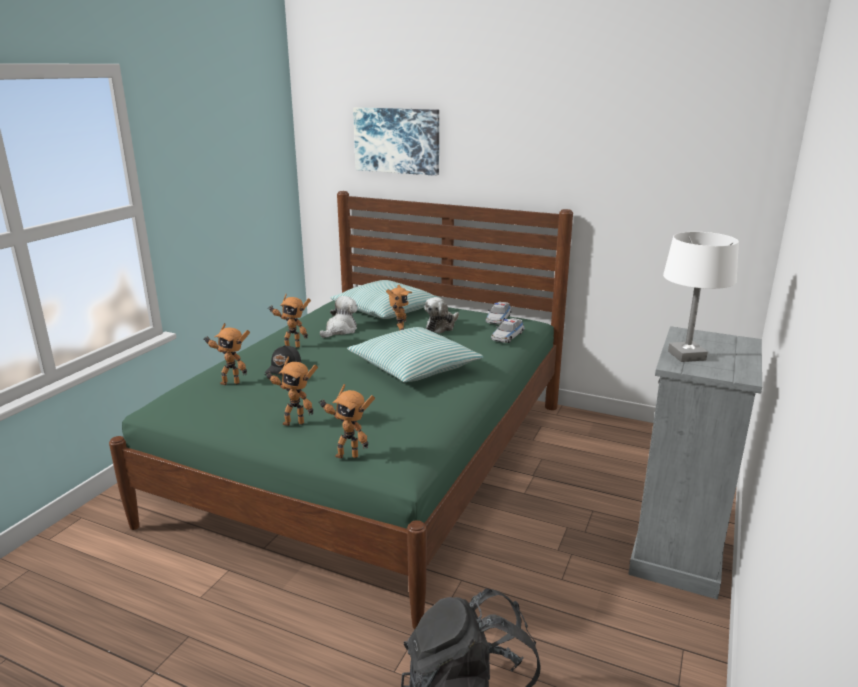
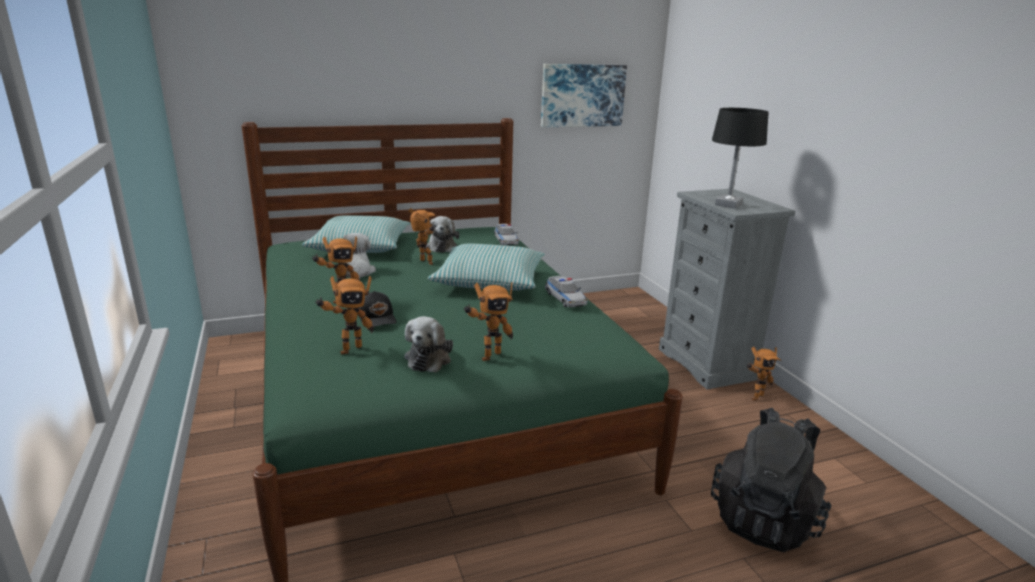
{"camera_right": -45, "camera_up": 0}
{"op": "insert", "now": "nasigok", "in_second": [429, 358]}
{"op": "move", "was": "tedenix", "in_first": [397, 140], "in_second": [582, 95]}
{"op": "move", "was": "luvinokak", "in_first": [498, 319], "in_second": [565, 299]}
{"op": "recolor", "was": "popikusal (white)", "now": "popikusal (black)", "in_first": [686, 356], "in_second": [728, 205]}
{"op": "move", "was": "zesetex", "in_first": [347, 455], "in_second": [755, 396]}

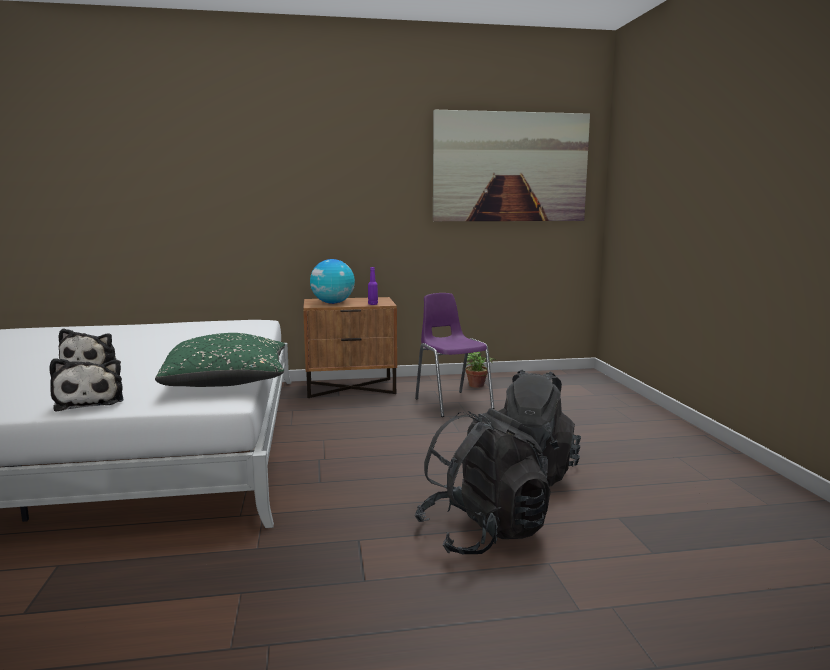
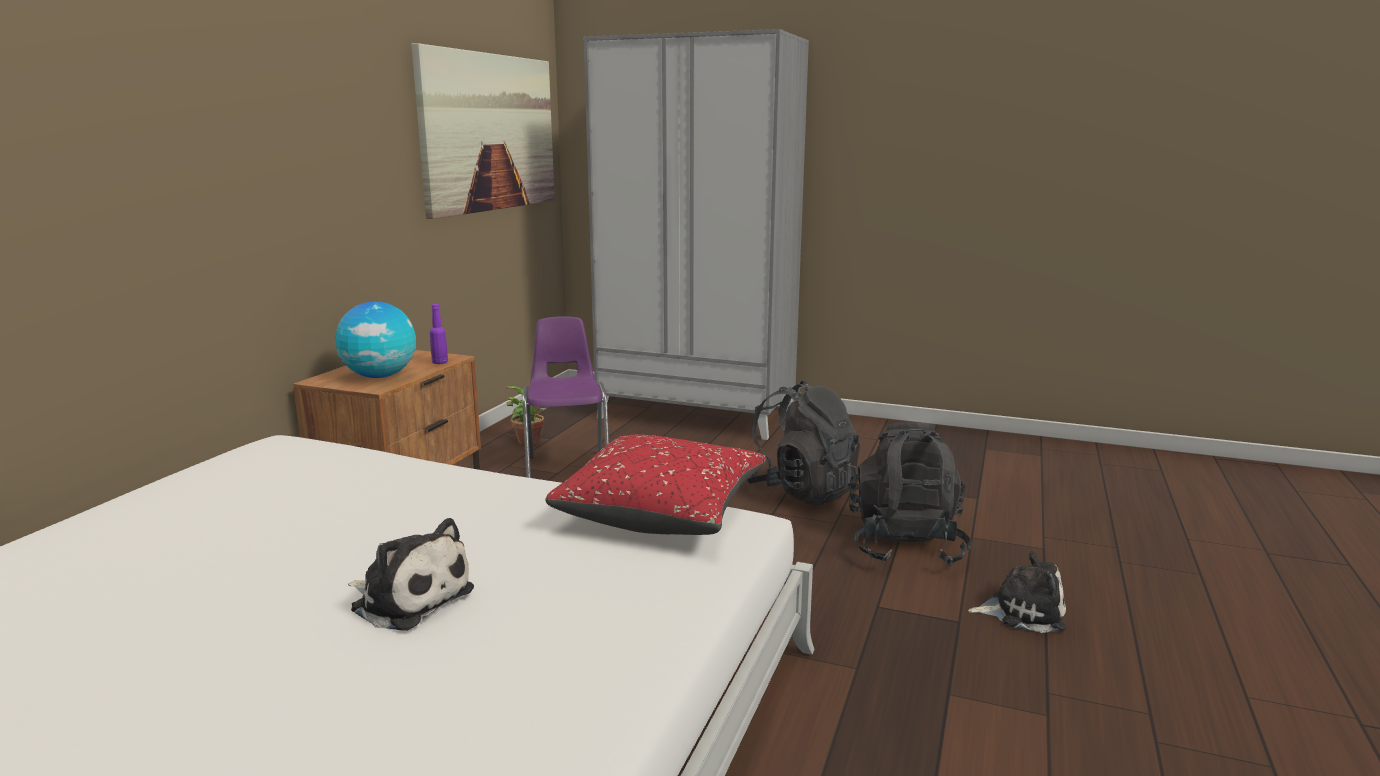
{"camera_right": -60, "camera_up": 5}
{"op": "rotate", "was": "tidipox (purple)", "in_first": [452, 403], "in_second": [568, 469], "clockwise": 75}
{"op": "recolor", "was": "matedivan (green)", "now": "matedivan (red)", "in_first": [228, 382], "in_second": [662, 511]}
{"op": "insert", "now": "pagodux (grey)", "in_second": [698, 414]}
{"op": "move", "was": "nasigok", "in_first": [90, 401], "in_second": [1022, 612]}

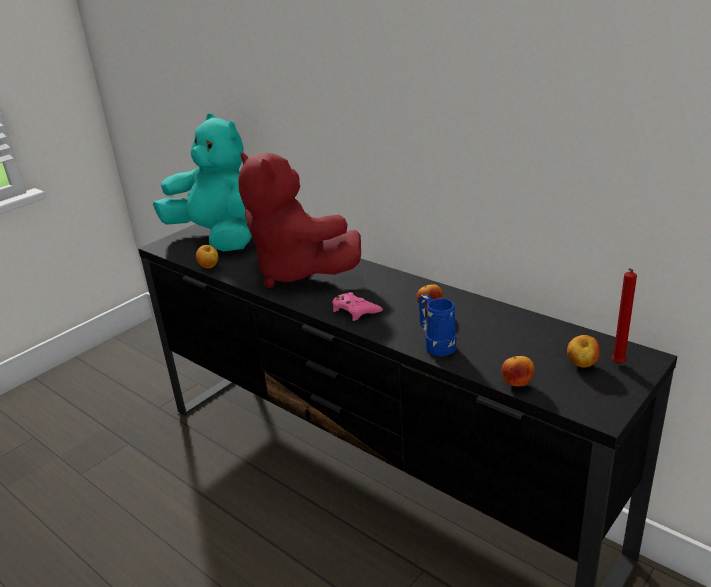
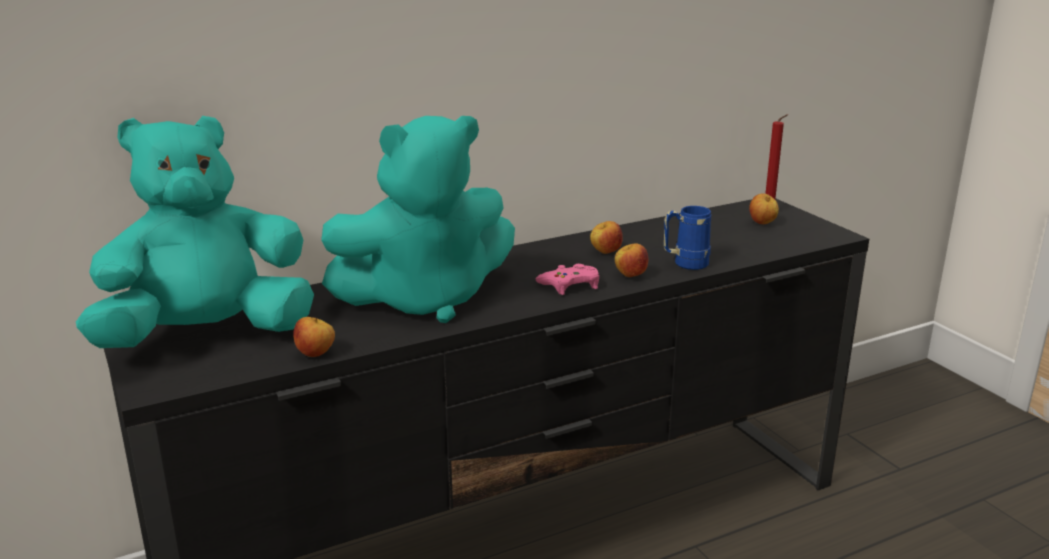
{"camera_right": -70, "camera_up": -5}
{"op": "recolor", "was": "nasigok (red)", "now": "nasigok (turquoise)", "in_first": [297, 272], "in_second": [425, 299]}
{"op": "move", "was": "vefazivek", "in_first": [517, 384], "in_second": [630, 276]}

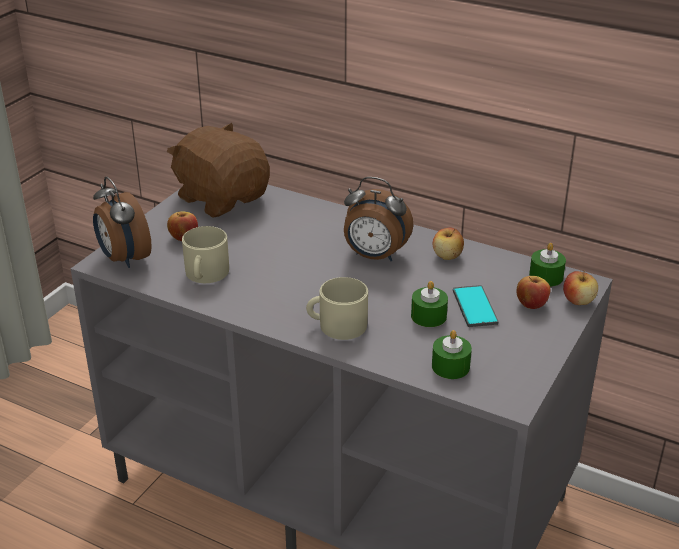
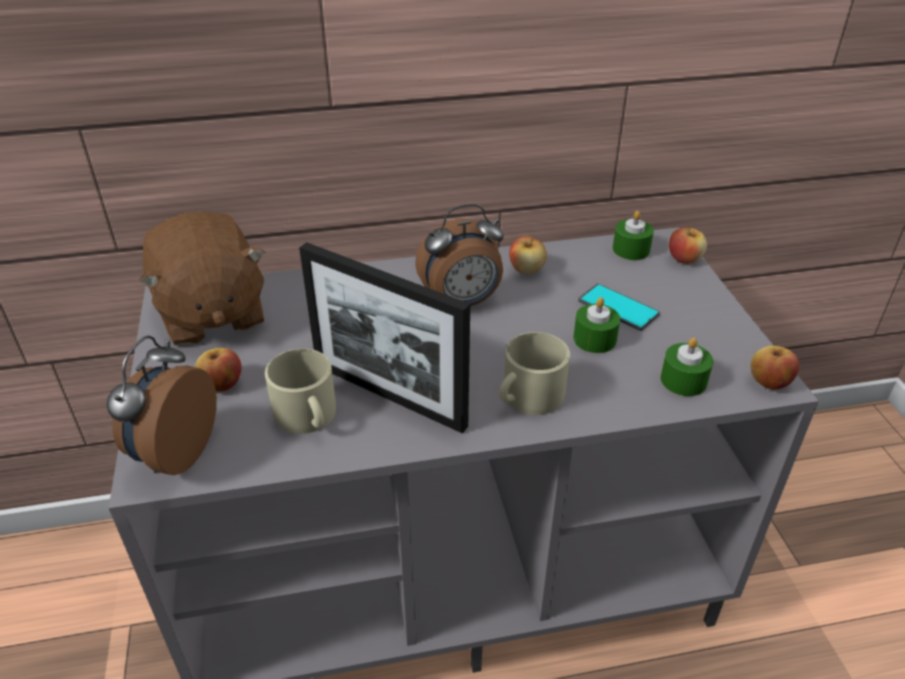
{"camera_right": -40, "camera_up": 5}
{"op": "rotate", "was": "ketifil", "in_first": [123, 259], "in_second": [174, 453], "clockwise": 90}
{"op": "rotate", "was": "nasigok (brown)", "in_first": [222, 198], "in_second": [210, 314], "clockwise": -120}
{"op": "insert", "now": "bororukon", "in_second": [388, 395]}
{"op": "move", "was": "vefazivek", "in_first": [531, 304], "in_second": [769, 382]}

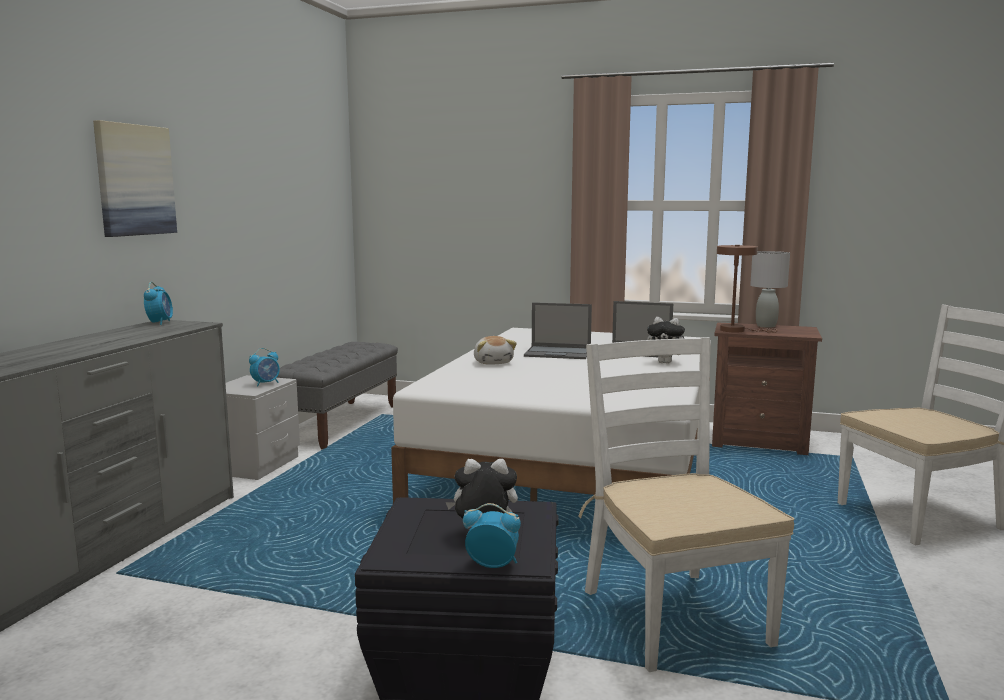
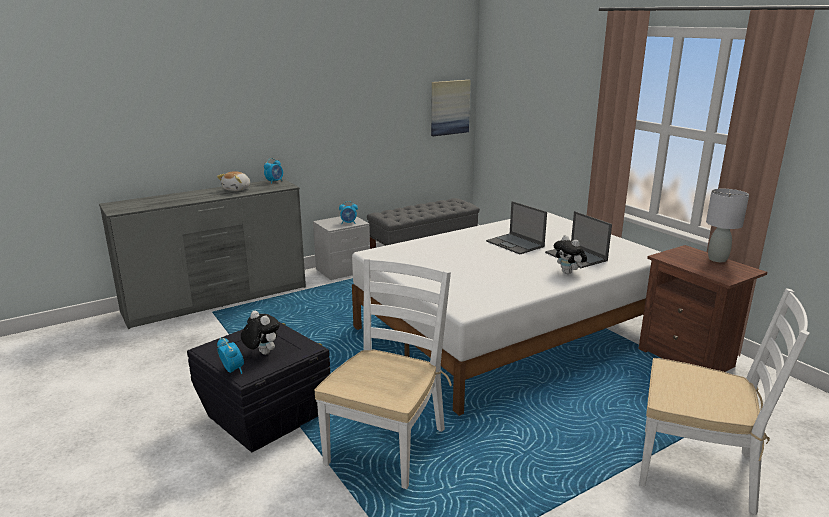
{"camera_right": 40, "camera_up": 10}
{"op": "move", "was": "nasigok", "in_first": [493, 362], "in_second": [237, 189]}
{"op": "move", "was": "tedenix", "in_first": [134, 180], "in_second": [449, 107]}
{"op": "delete", "was": "popikusal (brown)", "in_first": [737, 330]}

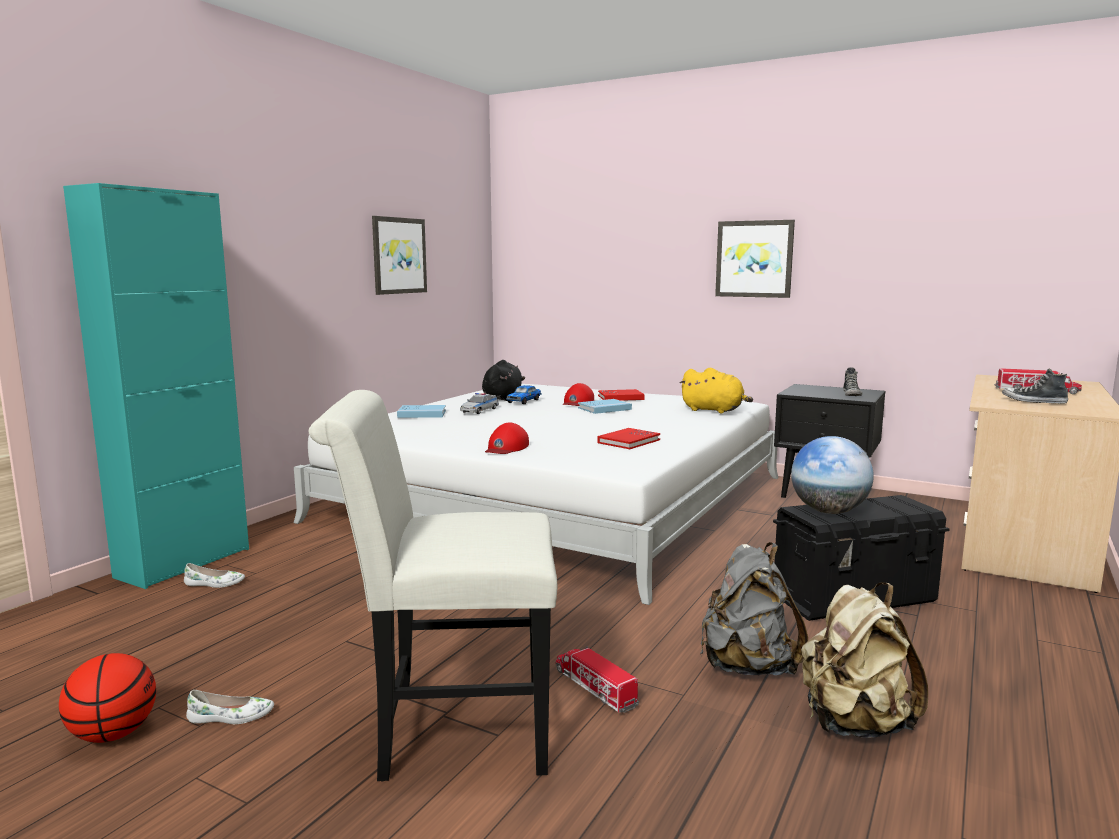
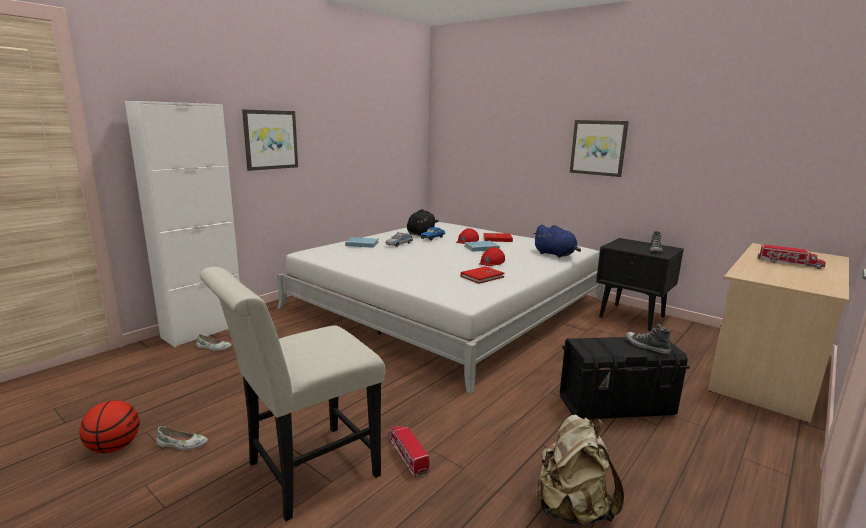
{"camera_right": 10, "camera_up": 5}
{"op": "recolor", "was": "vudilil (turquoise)", "now": "vudilil (white)", "in_first": [184, 563], "in_second": [203, 331]}
{"op": "rotate", "was": "tidipox (white)", "in_first": [450, 730], "in_second": [304, 473], "clockwise": -45}
{"op": "move", "was": "tedenix", "in_first": [398, 255], "in_second": [270, 139]}
{"op": "move", "was": "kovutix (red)", "in_first": [506, 448], "in_second": [491, 262]}
{"op": "recolor", "was": "nasigok (yellow)", "now": "nasigok (blue)", "in_first": [714, 410], "in_second": [556, 254]}
{"op": "move", "was": "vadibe", "in_first": [1033, 401], "in_second": [646, 346]}
{"op": "delete", "was": "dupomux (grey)", "in_first": [747, 666]}
{"op": "delete", "was": "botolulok", "in_first": [829, 511]}

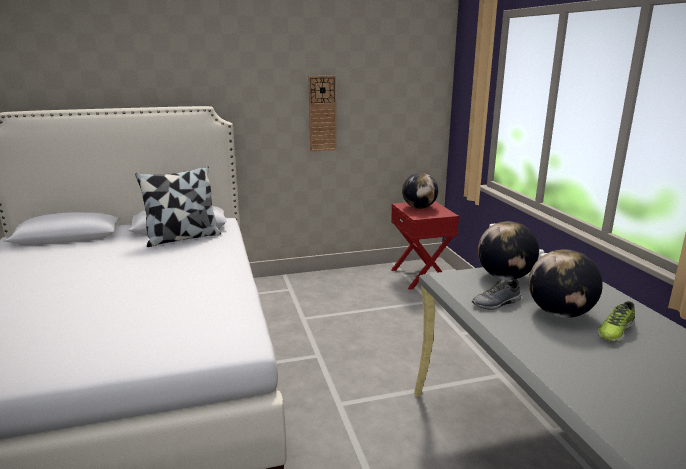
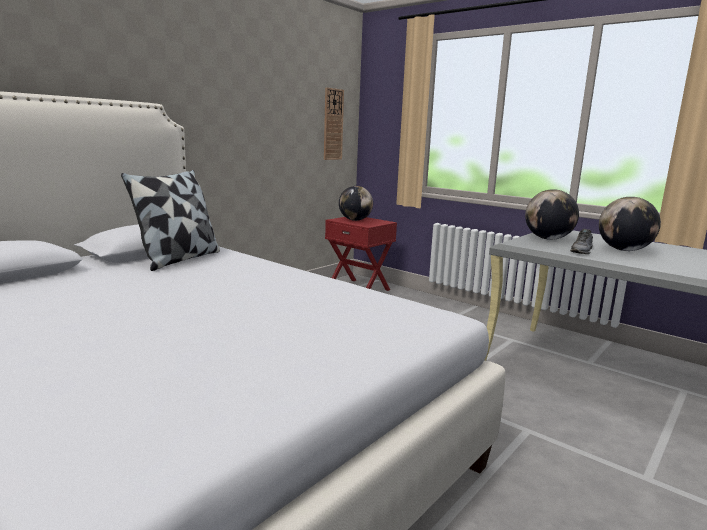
{"camera_right": -35, "camera_up": -5}
{"op": "move", "was": "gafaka", "in_first": [322, 113], "in_second": [333, 124]}
{"op": "delete", "was": "vadibe", "in_first": [614, 331]}

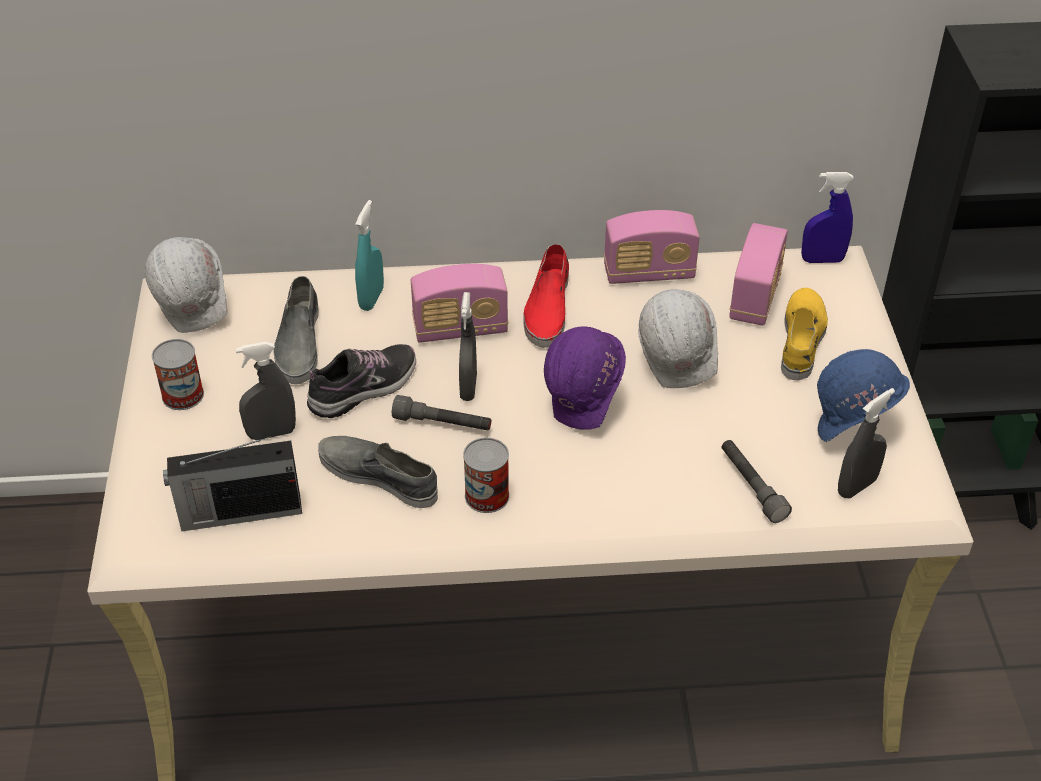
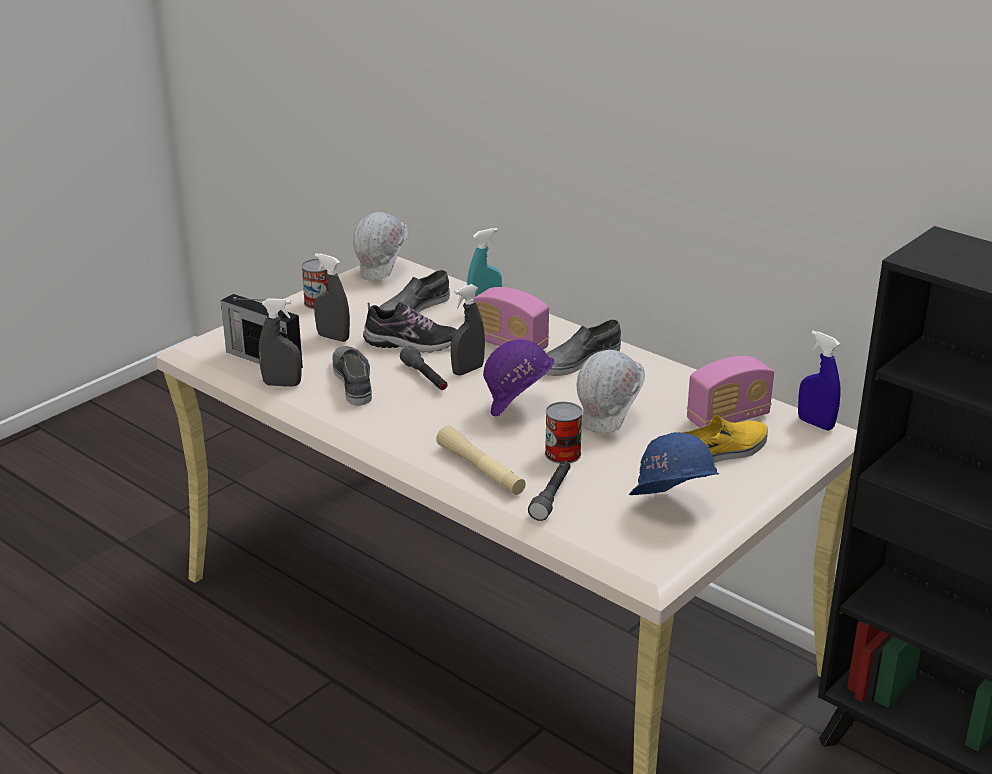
{"camera_right": 45, "camera_up": -15}
{"op": "move", "was": "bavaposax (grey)", "in_first": [856, 486], "in_second": [282, 384]}
{"op": "insert", "now": "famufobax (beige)", "in_second": [481, 470]}
{"op": "recolor", "was": "vadibe (red)", "now": "vadibe (grey)", "in_first": [547, 309], "in_second": [578, 360]}
{"op": "move", "was": "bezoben", "in_first": [487, 496], "in_second": [562, 454]}
{"op": "delete", "was": "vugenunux", "in_first": [649, 273]}

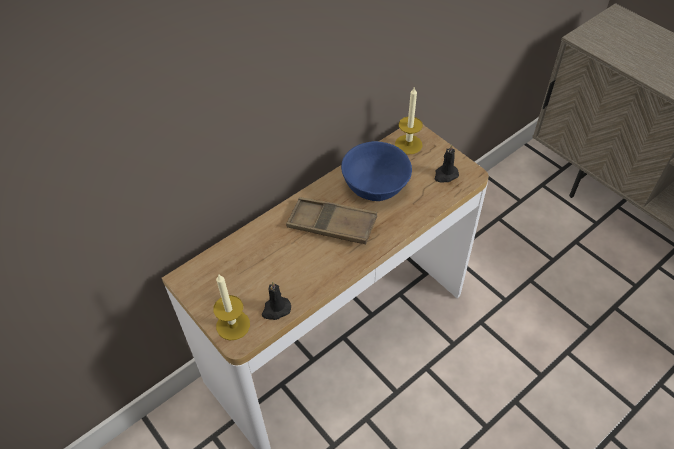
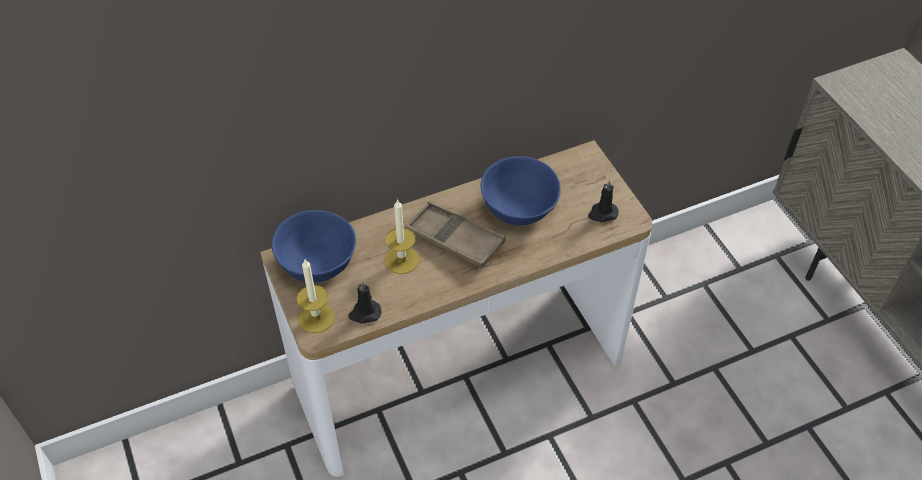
{"camera_right": 15, "camera_up": 0}
{"op": "insert", "now": "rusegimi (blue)", "in_second": [317, 261]}
{"op": "move", "was": "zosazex", "in_first": [408, 144], "in_second": [402, 260]}

